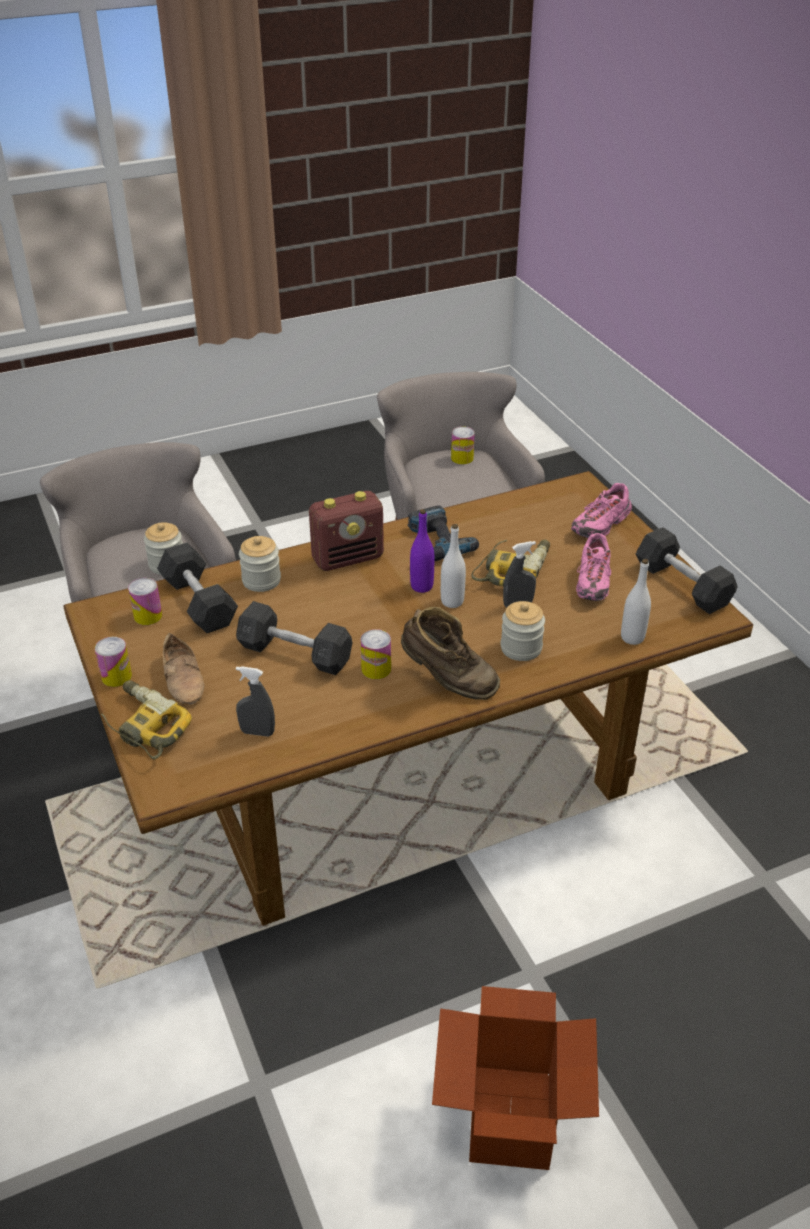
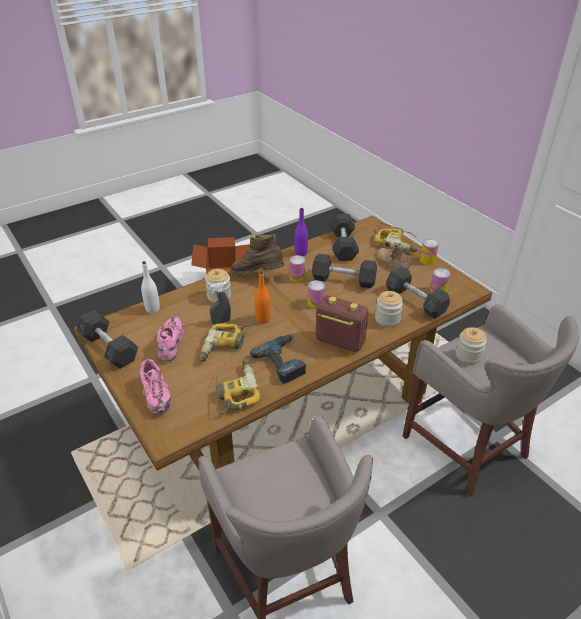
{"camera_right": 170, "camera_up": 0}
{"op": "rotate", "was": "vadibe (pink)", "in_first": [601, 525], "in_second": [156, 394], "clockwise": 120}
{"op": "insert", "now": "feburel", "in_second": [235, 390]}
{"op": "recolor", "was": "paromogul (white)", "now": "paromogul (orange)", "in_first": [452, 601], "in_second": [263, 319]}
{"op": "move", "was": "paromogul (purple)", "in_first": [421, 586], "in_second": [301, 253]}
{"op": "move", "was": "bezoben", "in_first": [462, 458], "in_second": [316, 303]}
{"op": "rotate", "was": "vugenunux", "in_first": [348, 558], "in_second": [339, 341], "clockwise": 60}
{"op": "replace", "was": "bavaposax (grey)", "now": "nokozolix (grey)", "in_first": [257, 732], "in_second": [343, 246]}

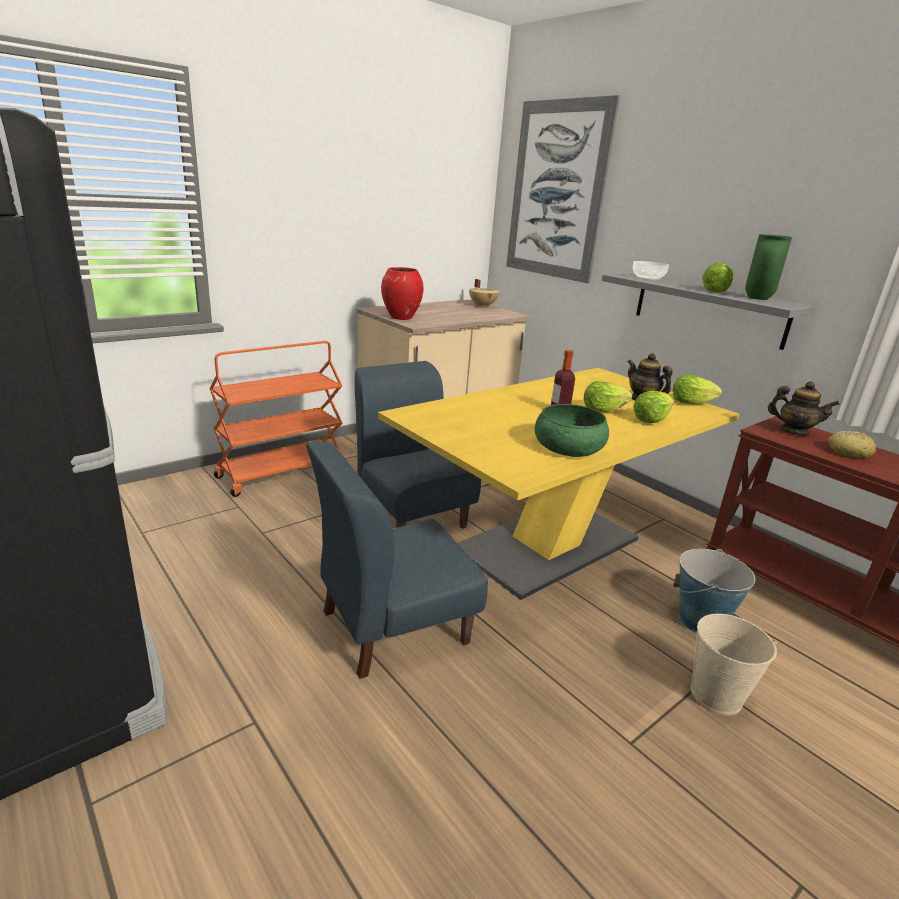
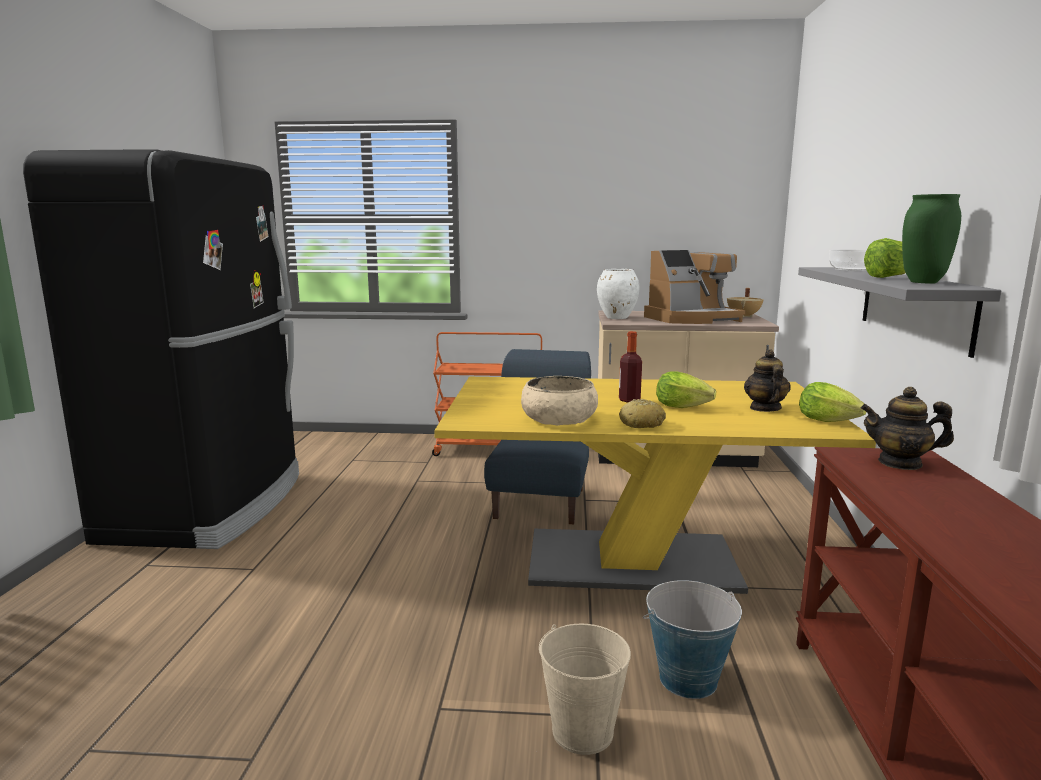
{"camera_right": 45, "camera_up": -10}
{"op": "recolor", "was": "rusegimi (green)", "now": "rusegimi (beige)", "in_first": [568, 447], "in_second": [559, 419]}
{"op": "recolor", "was": "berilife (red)", "now": "berilife (white)", "in_first": [401, 318], "in_second": [617, 318]}
{"op": "move", "was": "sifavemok", "in_first": [848, 452], "in_second": [641, 424]}
{"op": "insert", "now": "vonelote", "in_second": [692, 319]}
{"op": "rotate", "was": "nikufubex", "in_first": [794, 431], "in_second": [900, 463], "clockwise": 120}
{"op": "delete", "was": "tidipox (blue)", "in_first": [393, 626]}
{"op": "delete", "was": "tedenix", "in_first": [557, 191]}
{"op": "delete", "was": "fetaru", "in_first": [650, 420]}

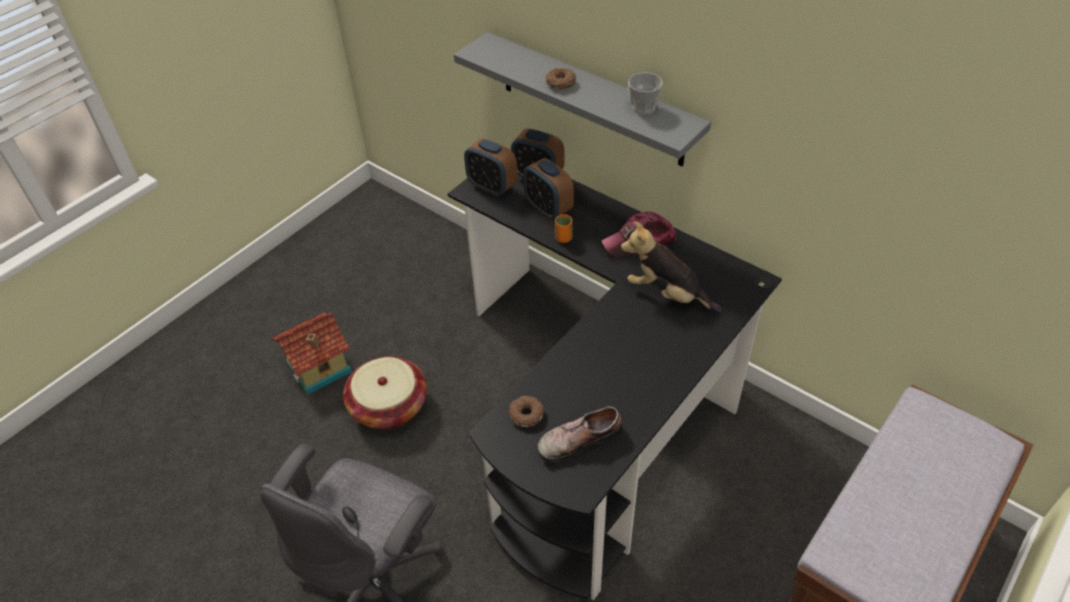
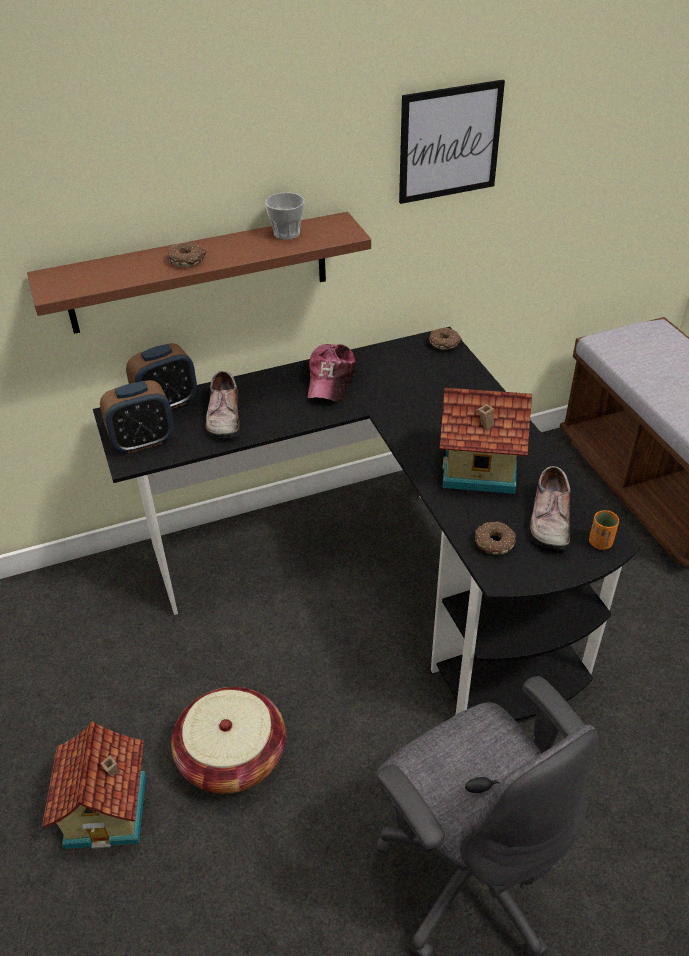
{"camera_right": -60, "camera_up": -5}
{"op": "recolor", "was": "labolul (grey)", "now": "labolul (brown)", "in_first": [591, 100], "in_second": [199, 273]}
{"op": "replace", "was": "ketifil", "now": "vadibe", "in_first": [548, 208], "in_second": [222, 416]}
{"op": "insert", "now": "tedenix", "in_second": [449, 142]}
{"op": "insert", "now": "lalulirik", "in_second": [445, 343]}
{"op": "insert", "now": "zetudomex", "in_second": [480, 468]}
{"op": "move", "was": "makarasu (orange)", "in_first": [563, 238], "in_second": [600, 543]}
{"op": "delete", "was": "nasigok", "in_first": [667, 294]}

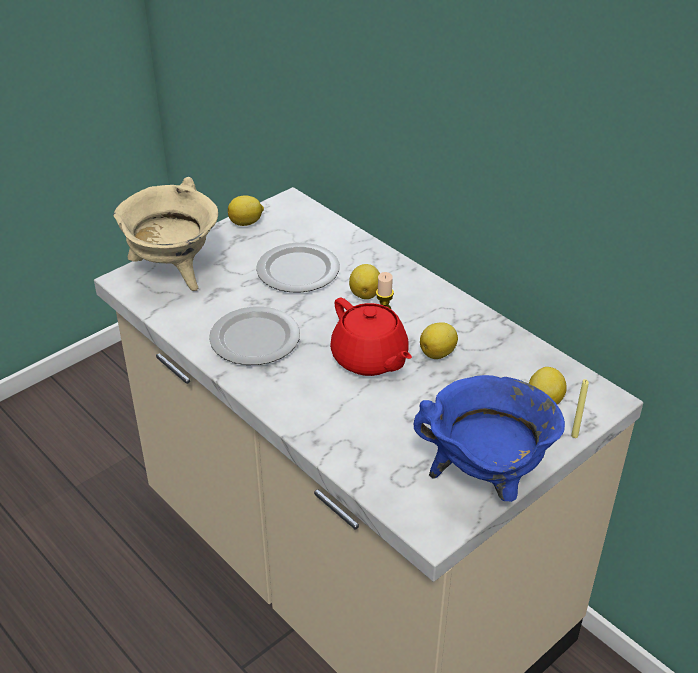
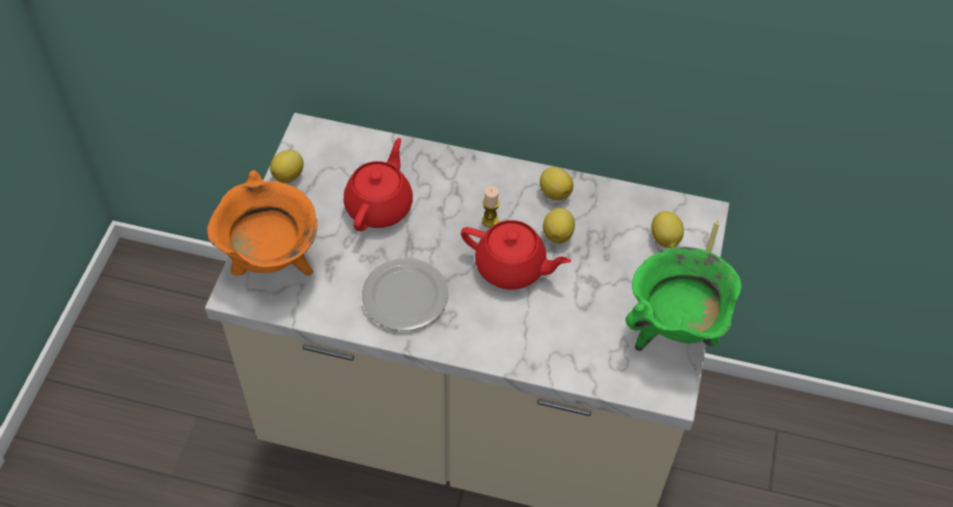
{"camera_right": -35, "camera_up": 15}
{"op": "recolor", "was": "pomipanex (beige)", "now": "pomipanex (orange)", "in_first": [174, 271], "in_second": [272, 262]}
{"op": "replace", "was": "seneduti", "now": "nikufubex (red)", "in_first": [298, 270], "in_second": [380, 206]}
{"op": "move", "was": "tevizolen", "in_first": [365, 293], "in_second": [554, 192]}
{"op": "recolor", "was": "pomipanex (blue)", "now": "pomipanex (green)", "in_first": [485, 479], "in_second": [674, 330]}

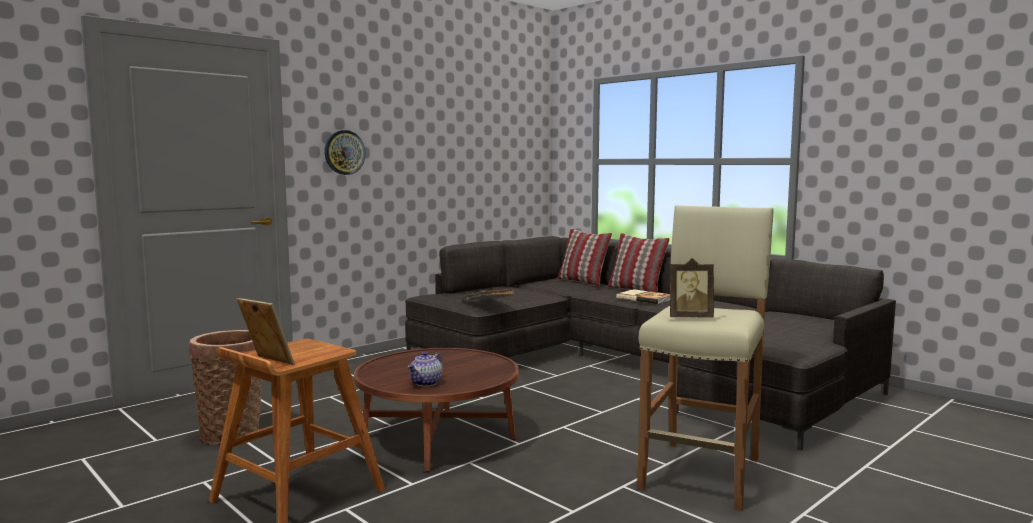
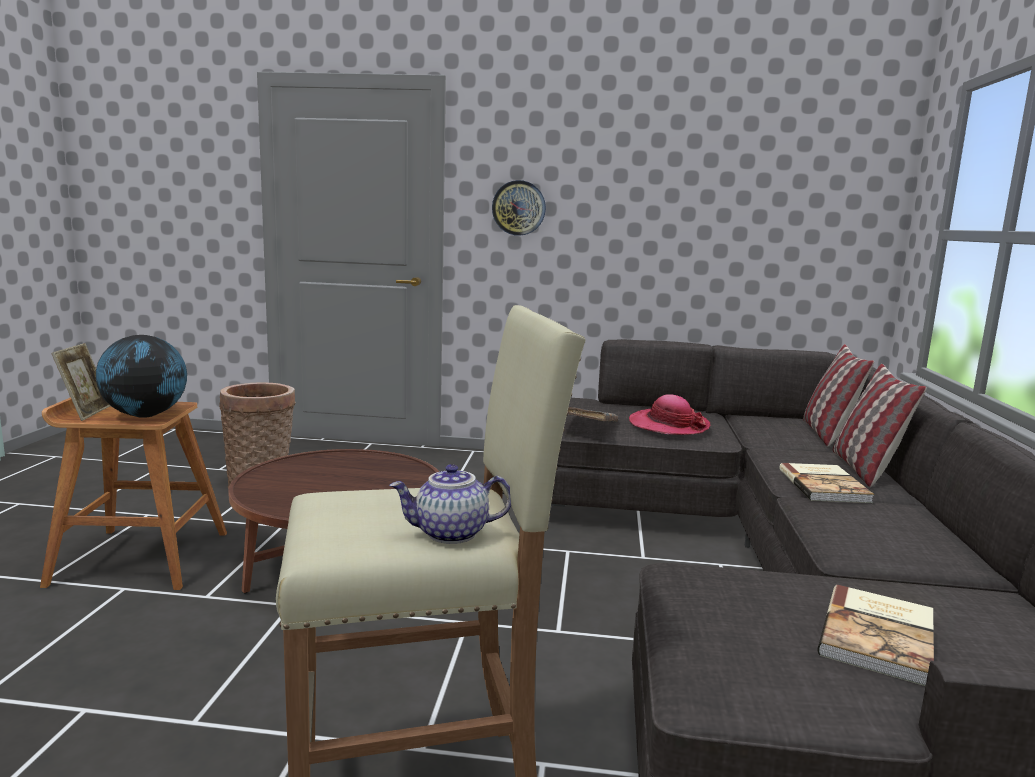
{"camera_right": 50, "camera_up": 5}
{"op": "insert", "now": "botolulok", "in_second": [146, 415]}
{"op": "move", "was": "nikufubex", "in_first": [426, 383], "in_second": [450, 534]}
{"op": "insert", "now": "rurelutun", "in_second": [668, 425]}
{"op": "insert", "now": "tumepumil", "in_second": [880, 636]}
{"op": "delete", "was": "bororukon", "in_first": [689, 317]}

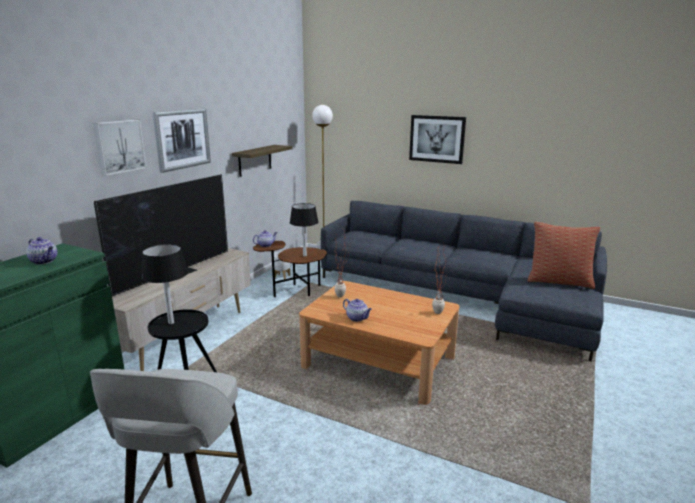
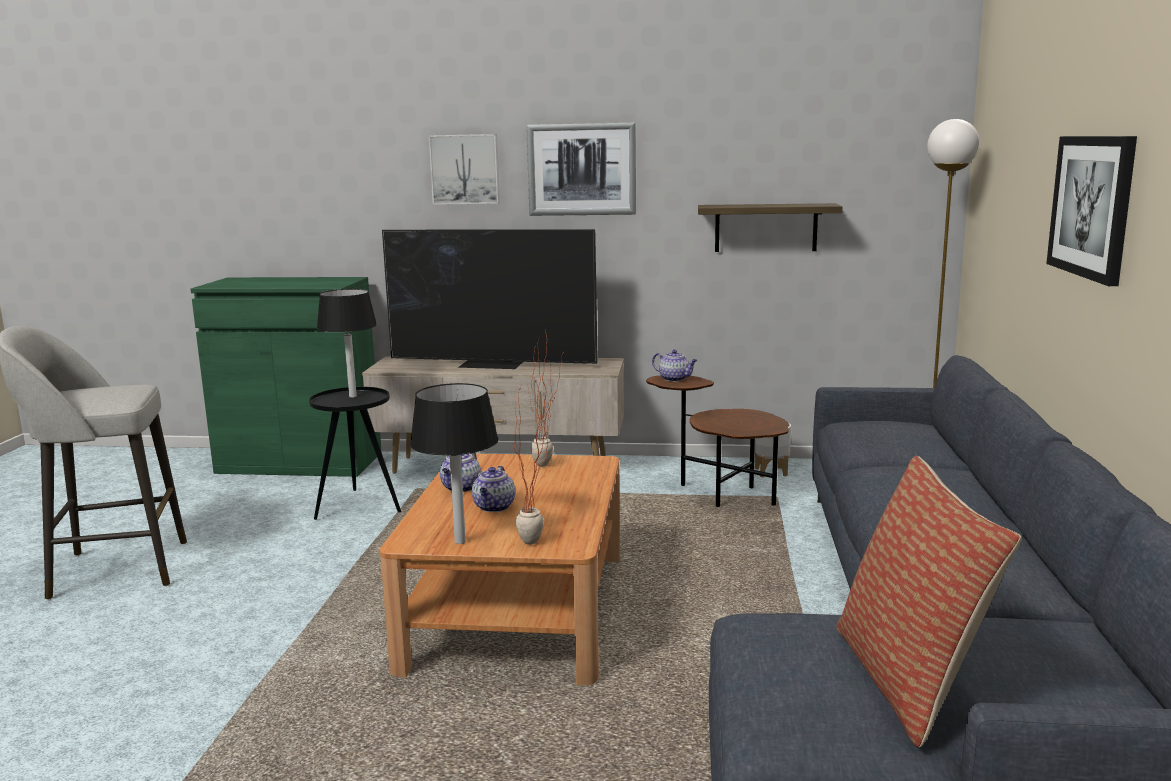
{"camera_right": 70, "camera_up": -5}
{"op": "move", "was": "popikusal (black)", "in_first": [305, 255], "in_second": [460, 542]}
{"op": "move", "was": "nikufubex", "in_first": [44, 261], "in_second": [494, 507]}

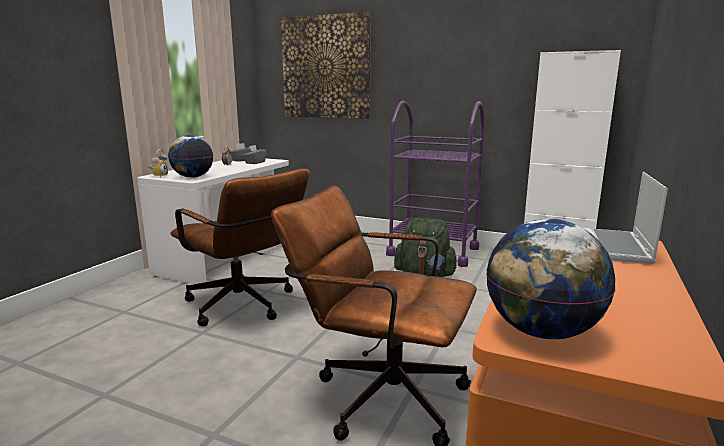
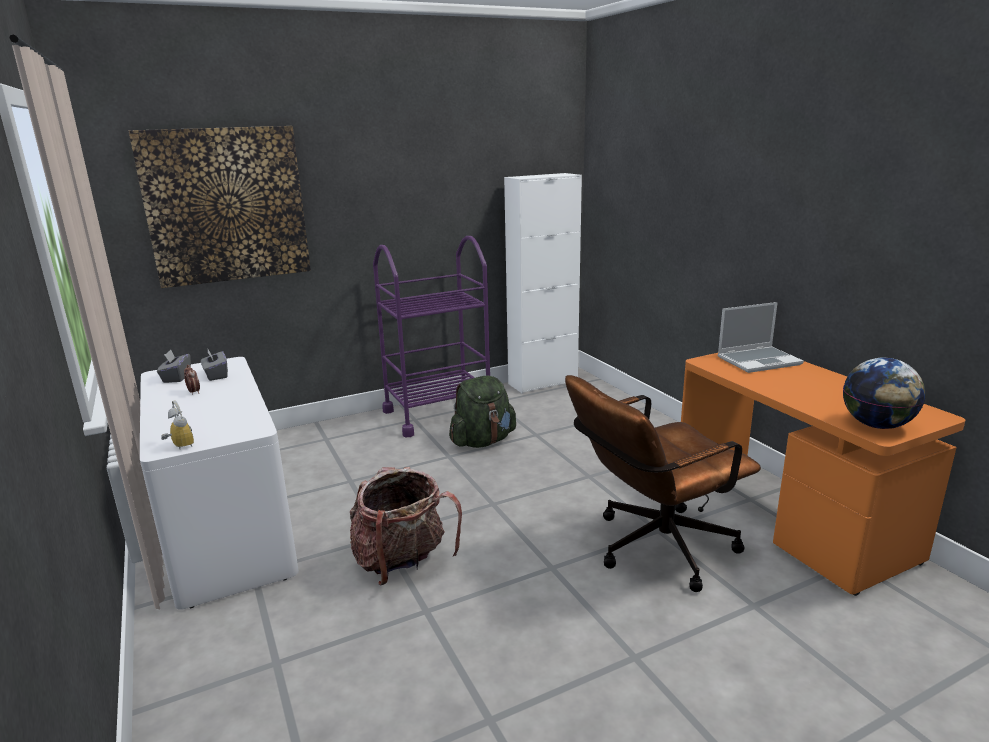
{"camera_right": -50, "camera_up": 5}
{"op": "replace", "was": "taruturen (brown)", "now": "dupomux", "in_first": [245, 307], "in_second": [402, 563]}
{"op": "rotate", "was": "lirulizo", "in_first": [609, 248], "in_second": [759, 360], "clockwise": -75}
{"op": "delete", "was": "botolulok", "in_first": [193, 177]}

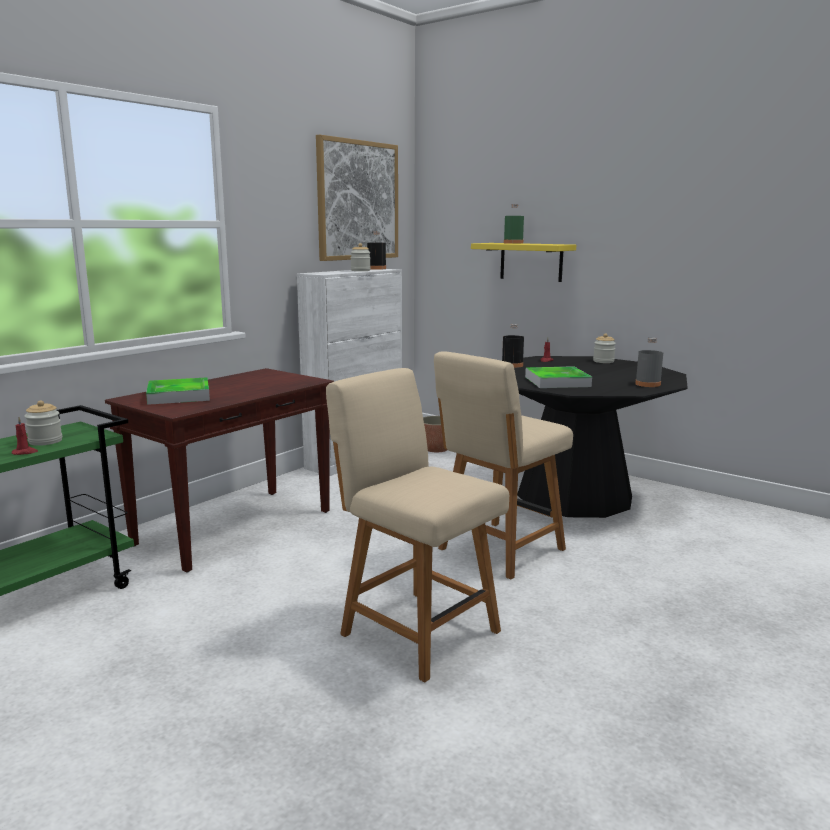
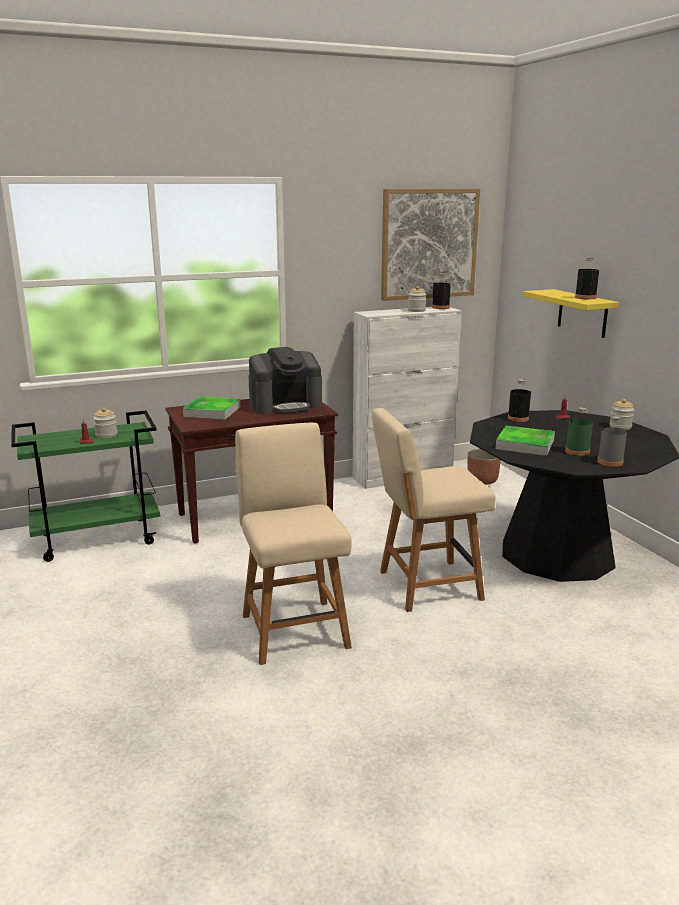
{"camera_right": 30, "camera_up": 5}
{"op": "insert", "now": "vonelote", "in_second": [285, 405]}
{"op": "move", "was": "paromogul (green)", "in_first": [513, 243], "in_second": [577, 451]}
{"op": "insert", "now": "paromogul (black)", "in_second": [585, 297]}

